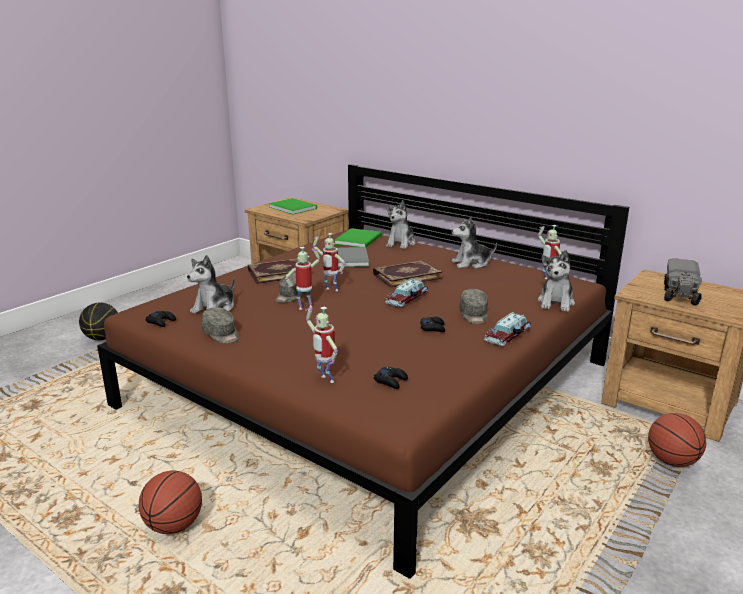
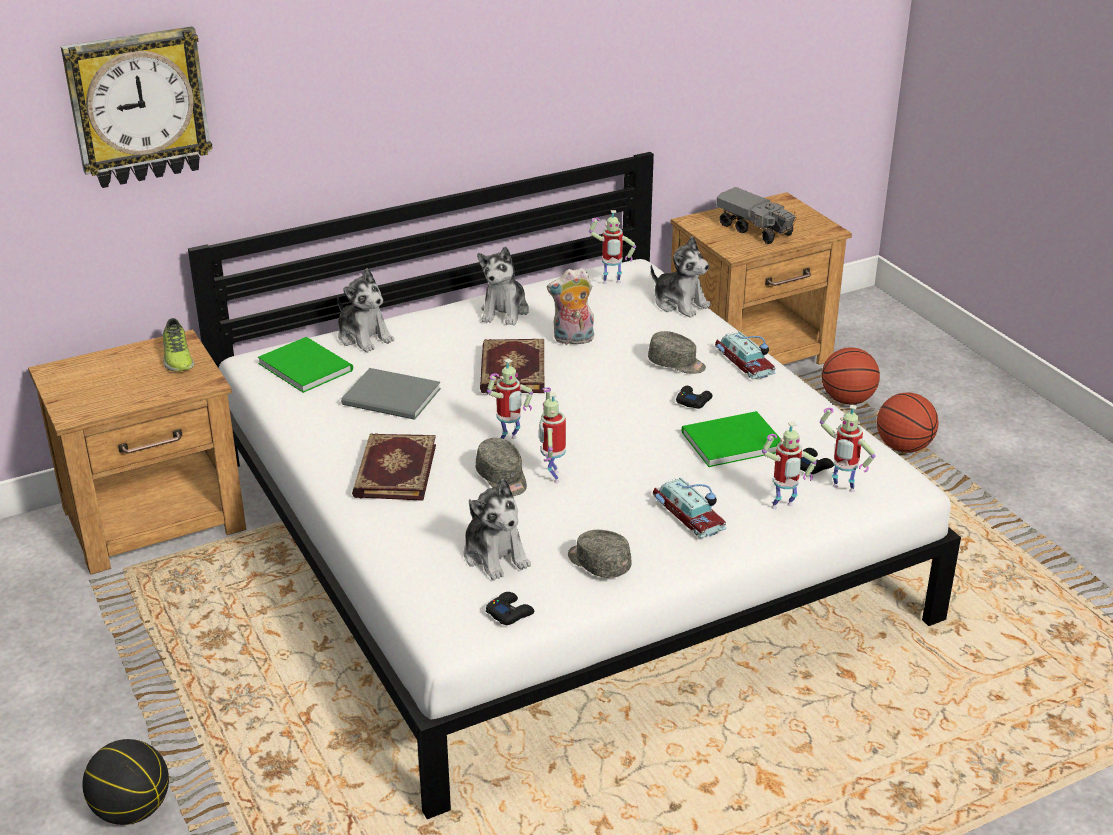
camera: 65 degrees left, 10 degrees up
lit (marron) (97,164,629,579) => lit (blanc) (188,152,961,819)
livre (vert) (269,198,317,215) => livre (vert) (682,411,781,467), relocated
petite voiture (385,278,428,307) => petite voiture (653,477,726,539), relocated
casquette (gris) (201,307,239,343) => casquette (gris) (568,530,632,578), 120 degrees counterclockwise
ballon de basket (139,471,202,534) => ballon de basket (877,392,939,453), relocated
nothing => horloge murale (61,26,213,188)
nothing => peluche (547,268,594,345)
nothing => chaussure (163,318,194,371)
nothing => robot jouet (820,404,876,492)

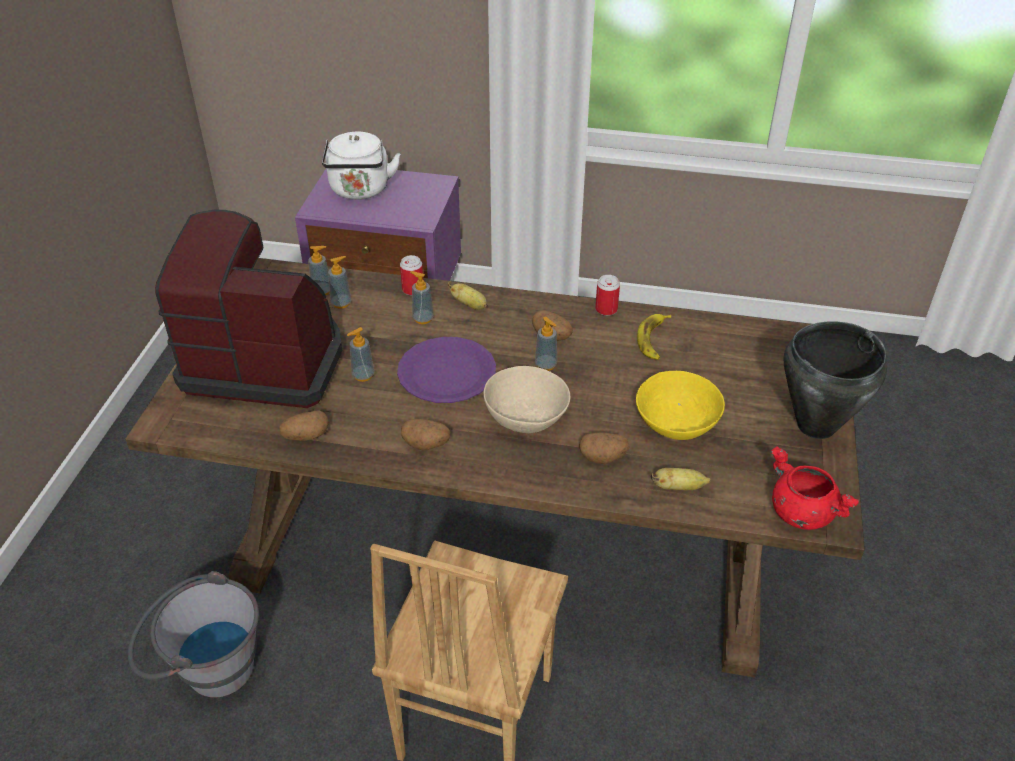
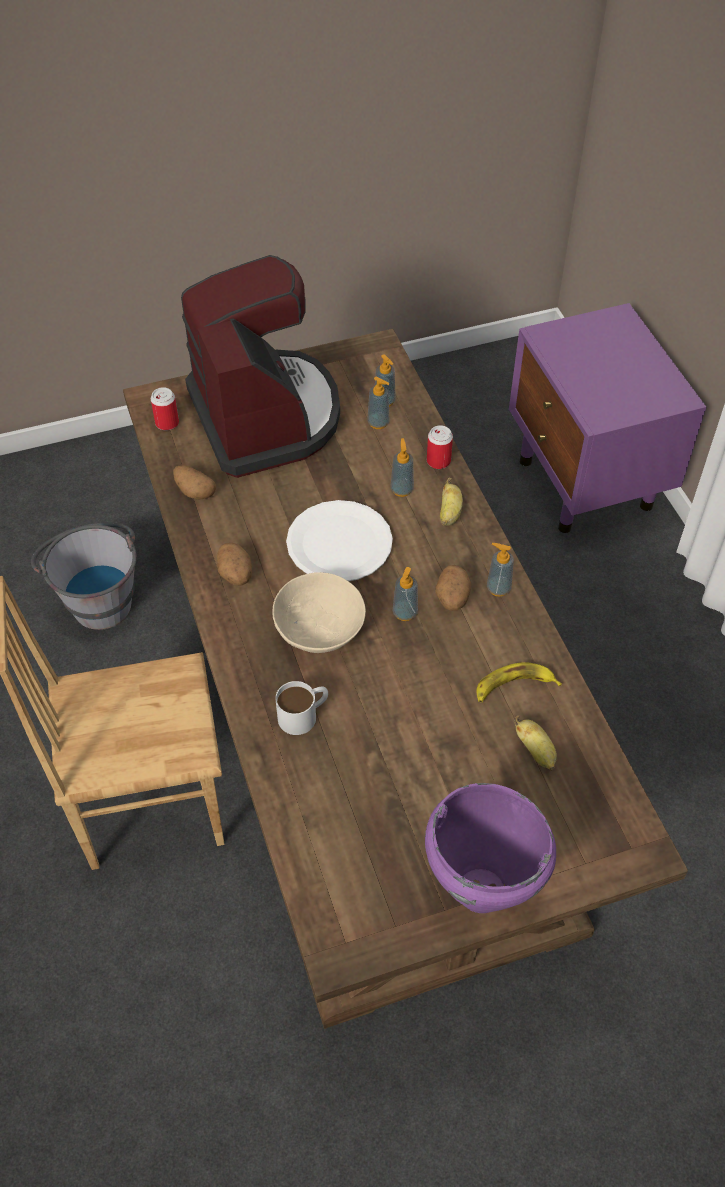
camera: 60 degrees right, 10 degrees up
bouilloire (blanc) (322,132,400,200) => nothing
boîte métallique (595,275,620,316) => boîte métallique (151,387,179,430), relocated
marmite (noir) (783,322,887,439) => marmite (violet) (425,783,556,913)
distributeur de savon (347,327,374,382) => distributeur de savon (487,543,514,597), relocated
assiette (violet) (397,337,496,403) => assiette (blanc) (286,500,393,581)
bol (jaune) (636,371,725,440) => nothing
pomme de terre (579,432,630,464) => mug (blanc) (275,681,328,735)
marmite (rouge) (771,446,860,530) => nothing
banane (651,468,711,490) => banane (514,715,557,771), relocated

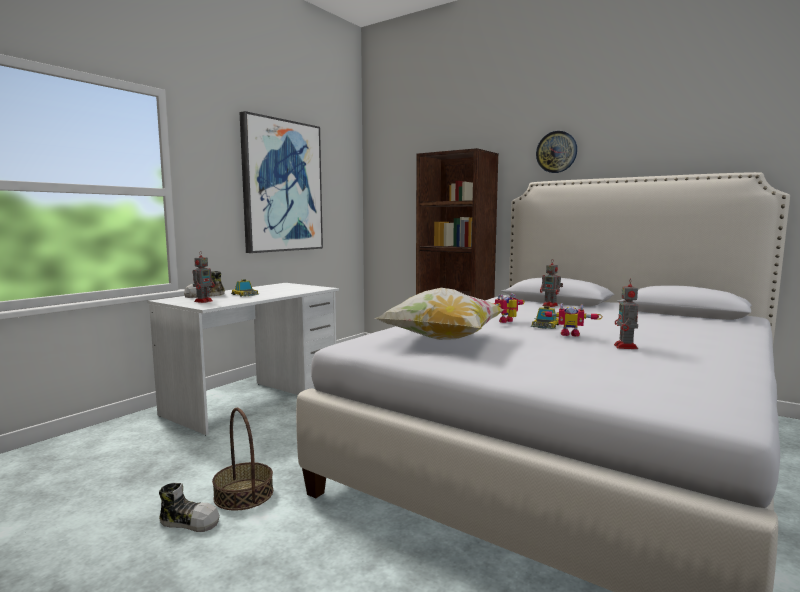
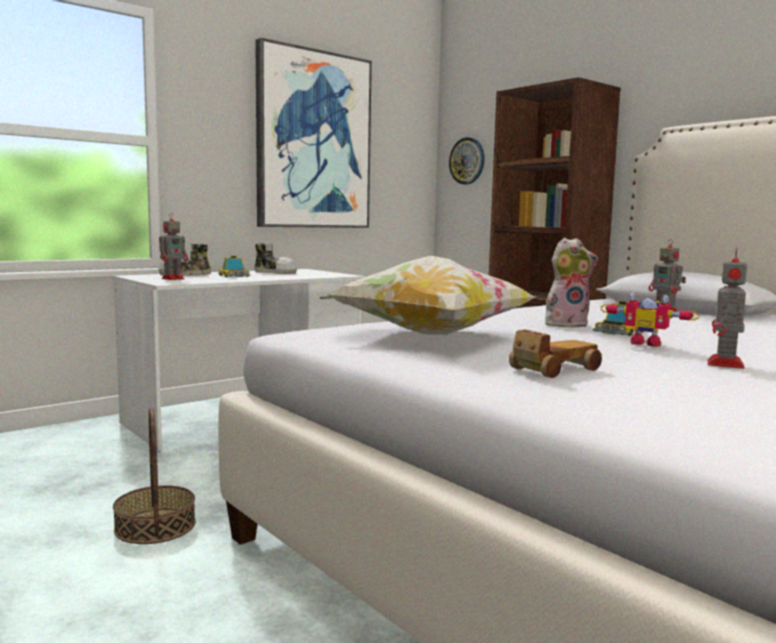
camera: 15 degrees right, 0 degrees up
horloge murale (536,131,577,173) => horloge murale (449,137,485,184), relocated
robot jouet (493,293,525,323) => peluche (545,237,598,328)
chaussure (159,483,220,532) => chaussure (254,243,297,274), relocated
nothing => petite voiture (509,330,602,378)

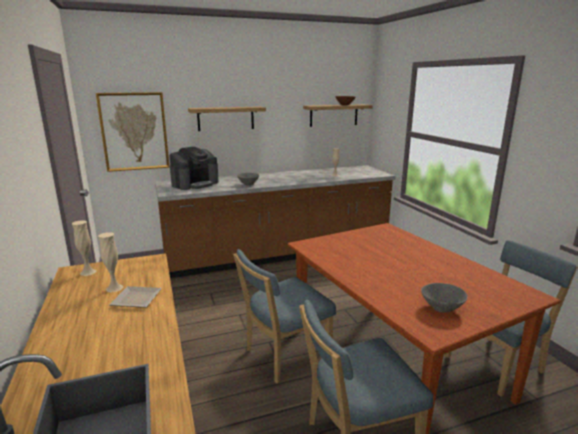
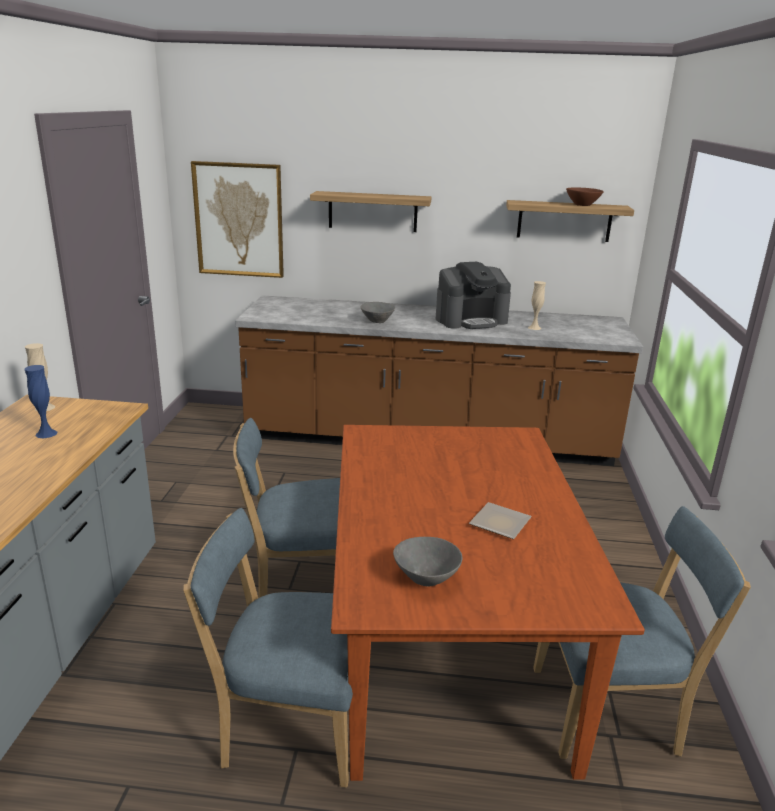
camera: 25 degrees right, 5 degrees up
machine à café (170,147,219,190) => machine à café (436,262,511,329), relocated
vase (beige) (98,232,123,292) => vase (bleu) (25,365,57,438)
assiette (109,286,162,308) => assiette (469,502,532,539), relocated

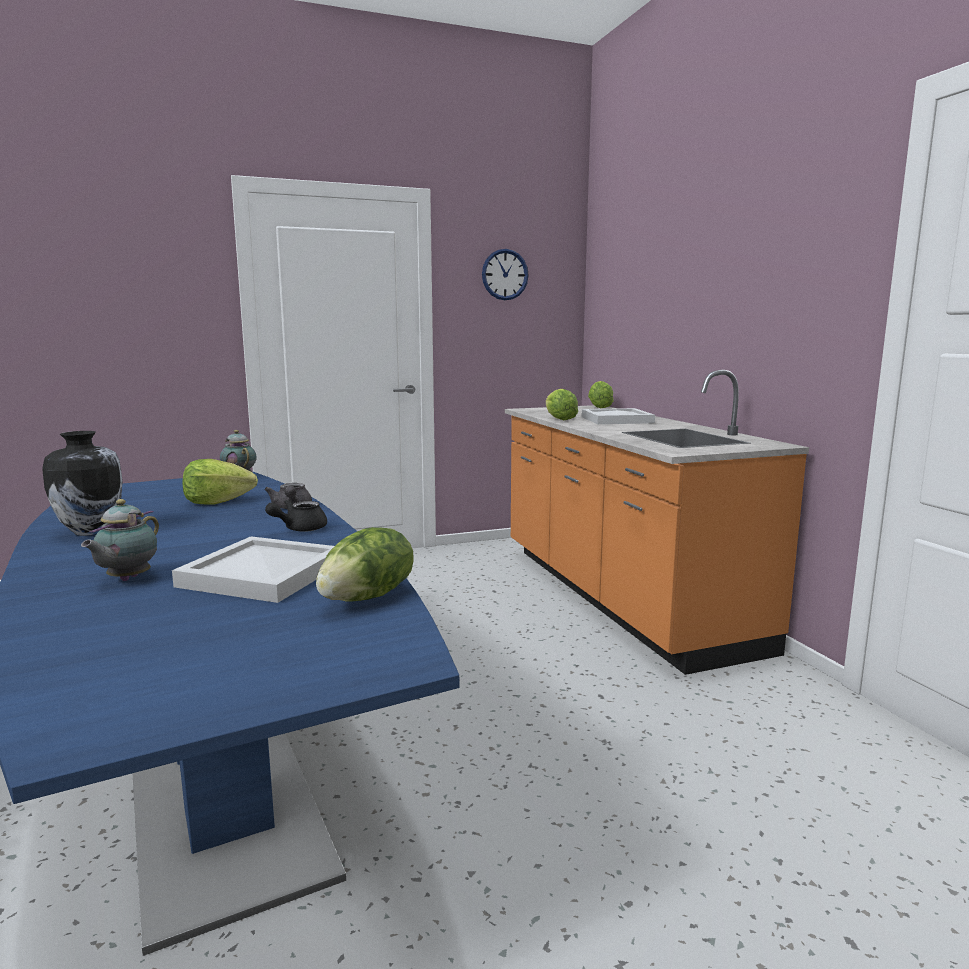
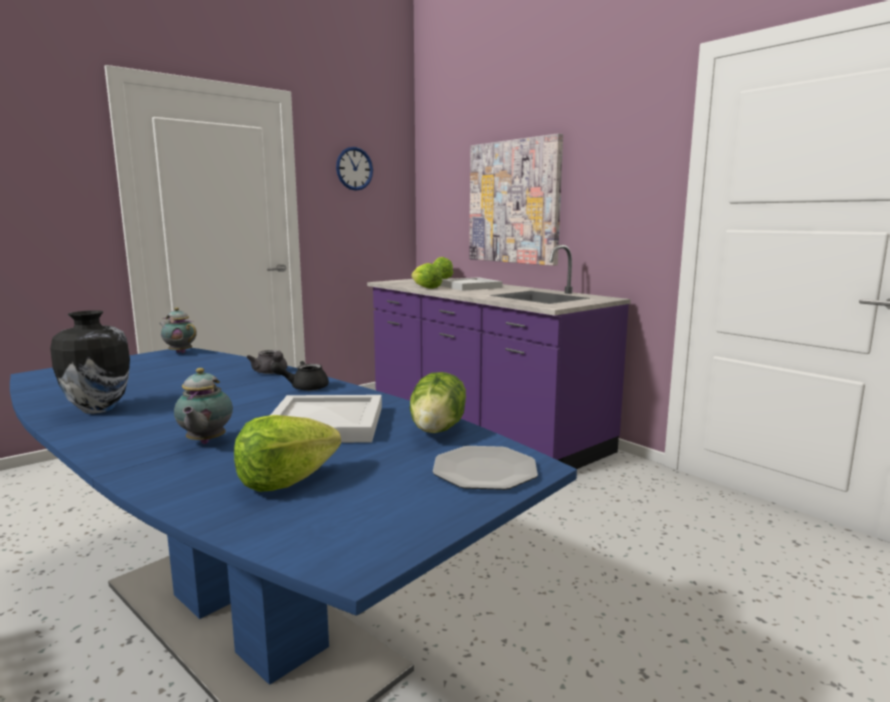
camera: 20 degrees left, 0 degrees up
comptoir de cuisine (orange) (505,370,809,675) => comptoir de cuisine (violet) (367,245,631,469)
laitue (182,459,258,505) => laitue (234,415,341,492), relocated
théière (noir) (265,500,327,532) => théière (noir) (271,361,329,391), 45 degrees clockwise
nothing => tableau (469,133,563,266)
nothing => assiette (433,446,538,490)

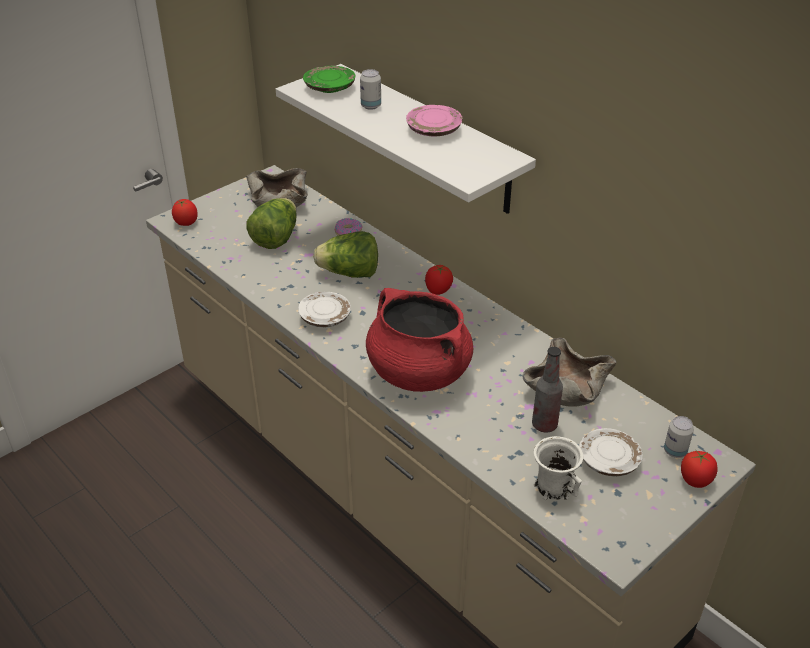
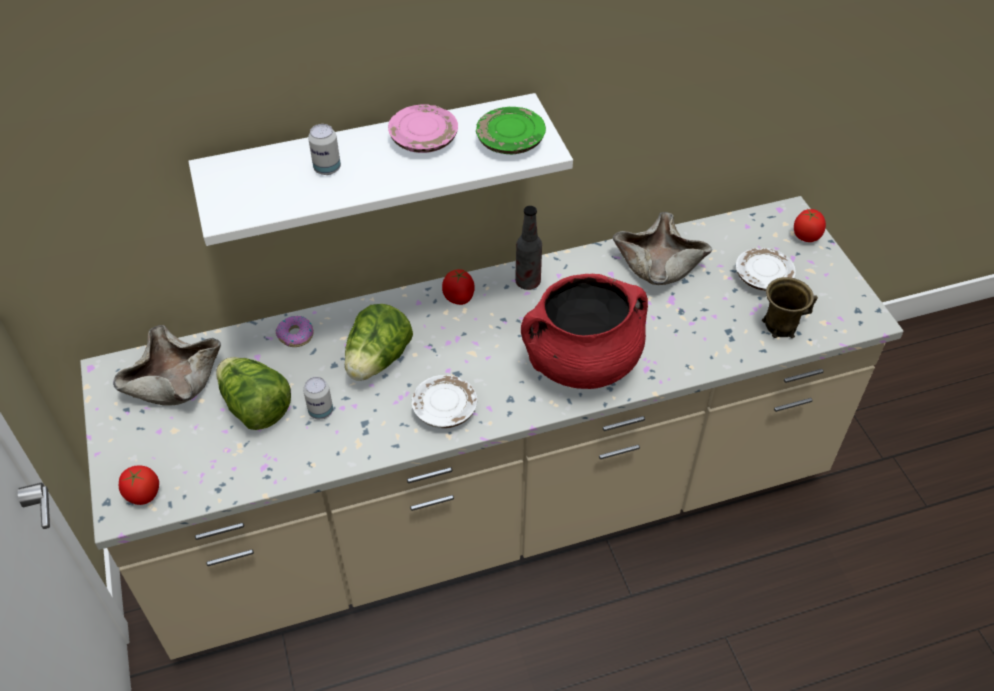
camera: 65 degrees left, 10 degrees up
assiette (vert) (303,66,356,93) => assiette (vert) (476,107,546,154), relocated
bouteille (532,347,563,432) => bouteille (515,206,542,290), relocated
boîte métallique (664,416,694,458) => boîte métallique (303,377,333,419), relocated
mug (blanc) (533,436,583,500) => mug (marron) (762,277,818,338)

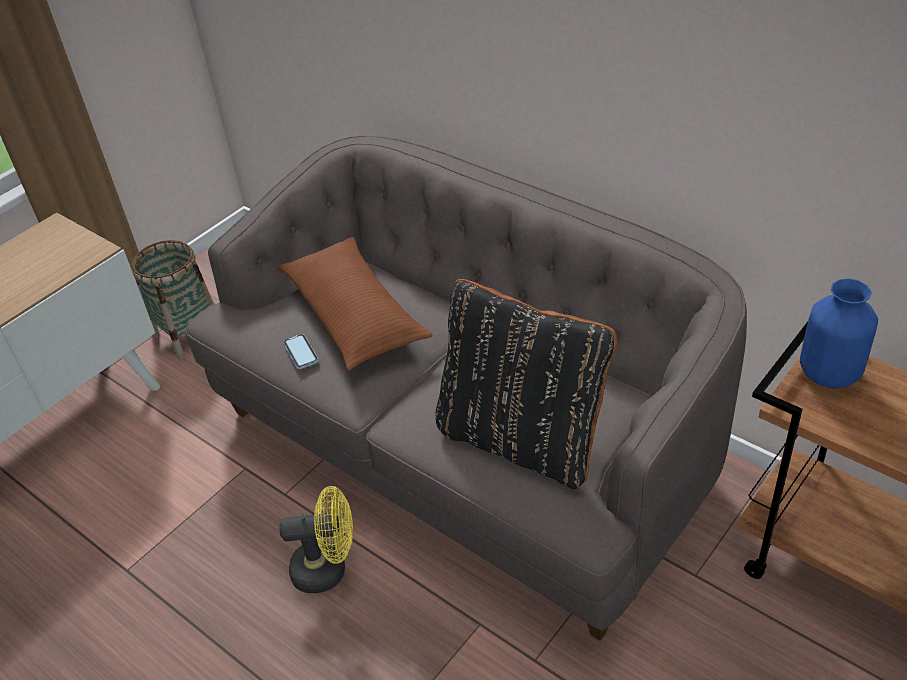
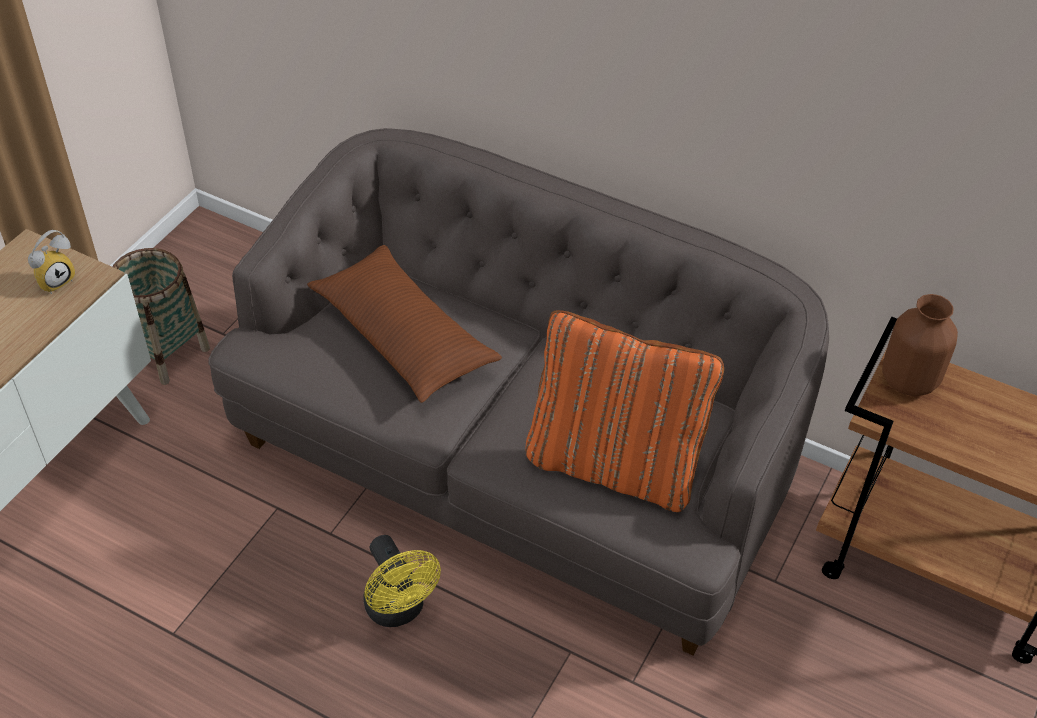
camera: 15 degrees left, 5 degrees up
vase (bleu) (800,278,878,388) => vase (marron) (882,294,958,396)
coussin (noir) (436,279,617,489) => coussin (orange) (525,310,724,512)
téléphone (283,334,319,369) => nothing
ventilateur (jaune) (280,486,353,593) => ventilateur (jaune) (363,535,441,627), 75 degrees clockwise
nothing => réveil (28,230,75,294)

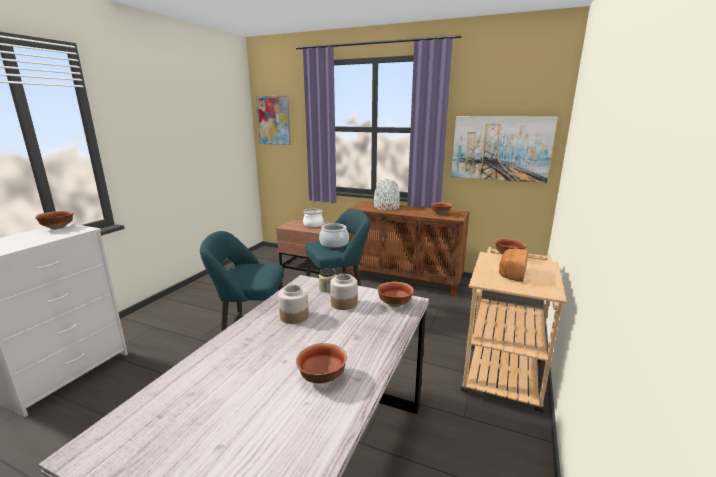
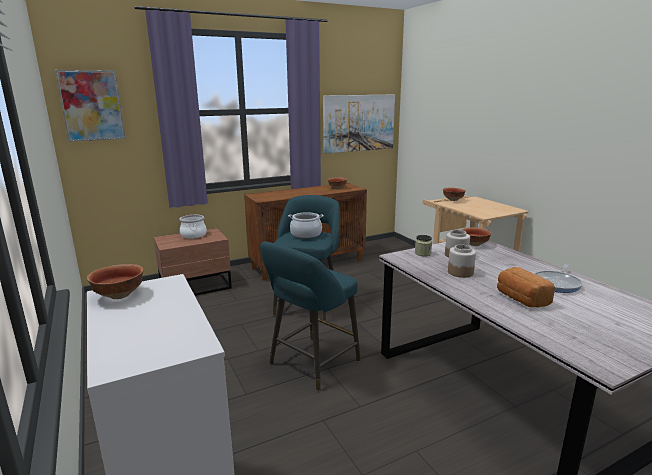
camera: 50 degrees left, 0 degrees up
vase (blanc) (374,179,400,210) => nothing
pain (499,248,529,282) => pain (497,267,555,308), relocated
bol (296,343,347,384) => poêle (535,264,583,293)

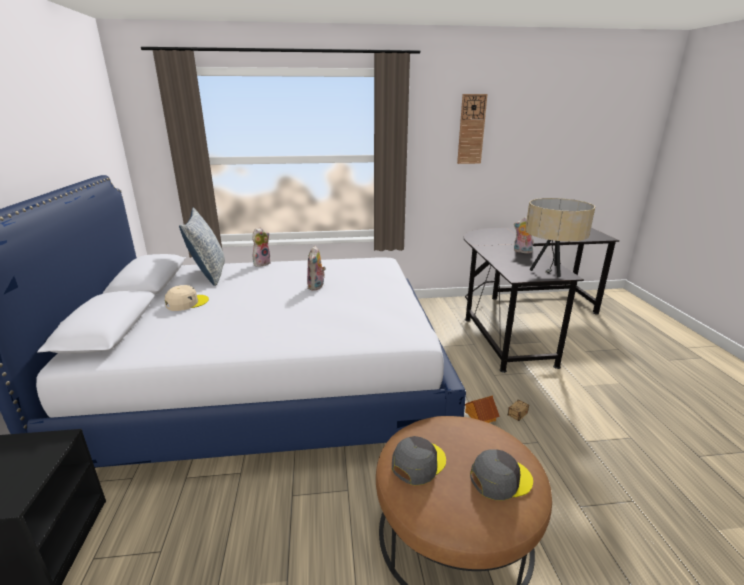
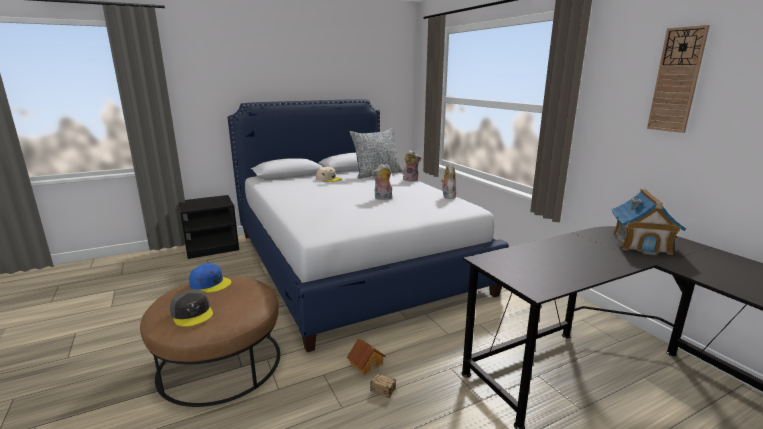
camera: 70 degrees right, 5 degrees down
lampe de table (beige) (525,198,595,277) => nothing
peluche (514,217,534,253) => peluche (441,162,456,199), relocated
casquette (gris) (392,436,446,485) => casquette (bleu) (189,263,231,293)
nothing => maison miniature (611,189,686,255)

